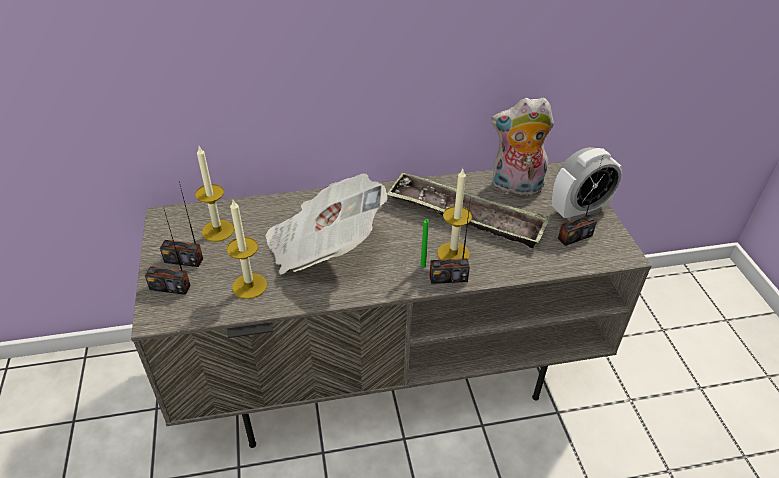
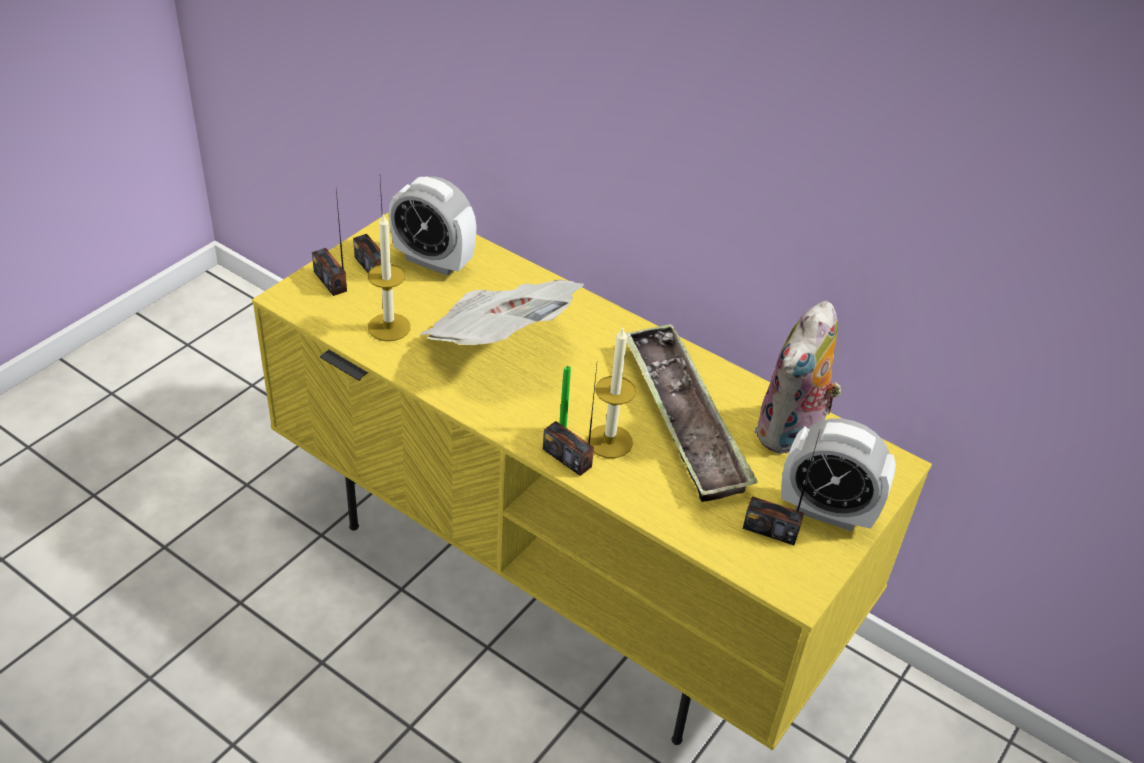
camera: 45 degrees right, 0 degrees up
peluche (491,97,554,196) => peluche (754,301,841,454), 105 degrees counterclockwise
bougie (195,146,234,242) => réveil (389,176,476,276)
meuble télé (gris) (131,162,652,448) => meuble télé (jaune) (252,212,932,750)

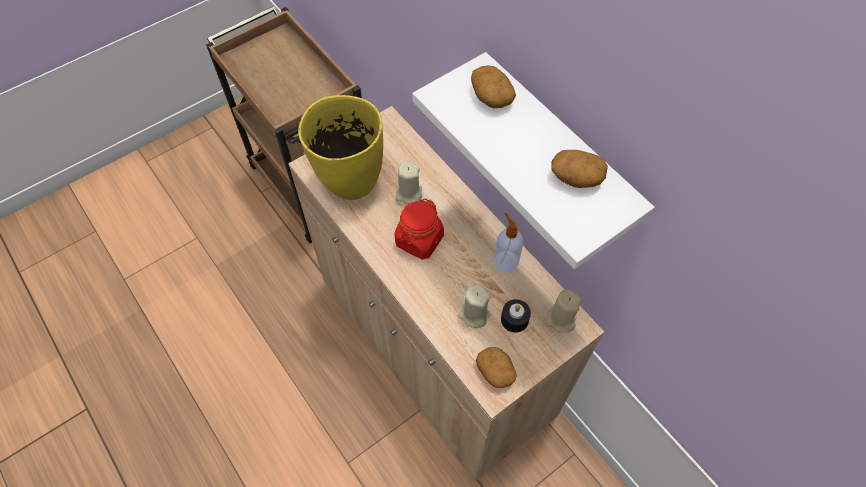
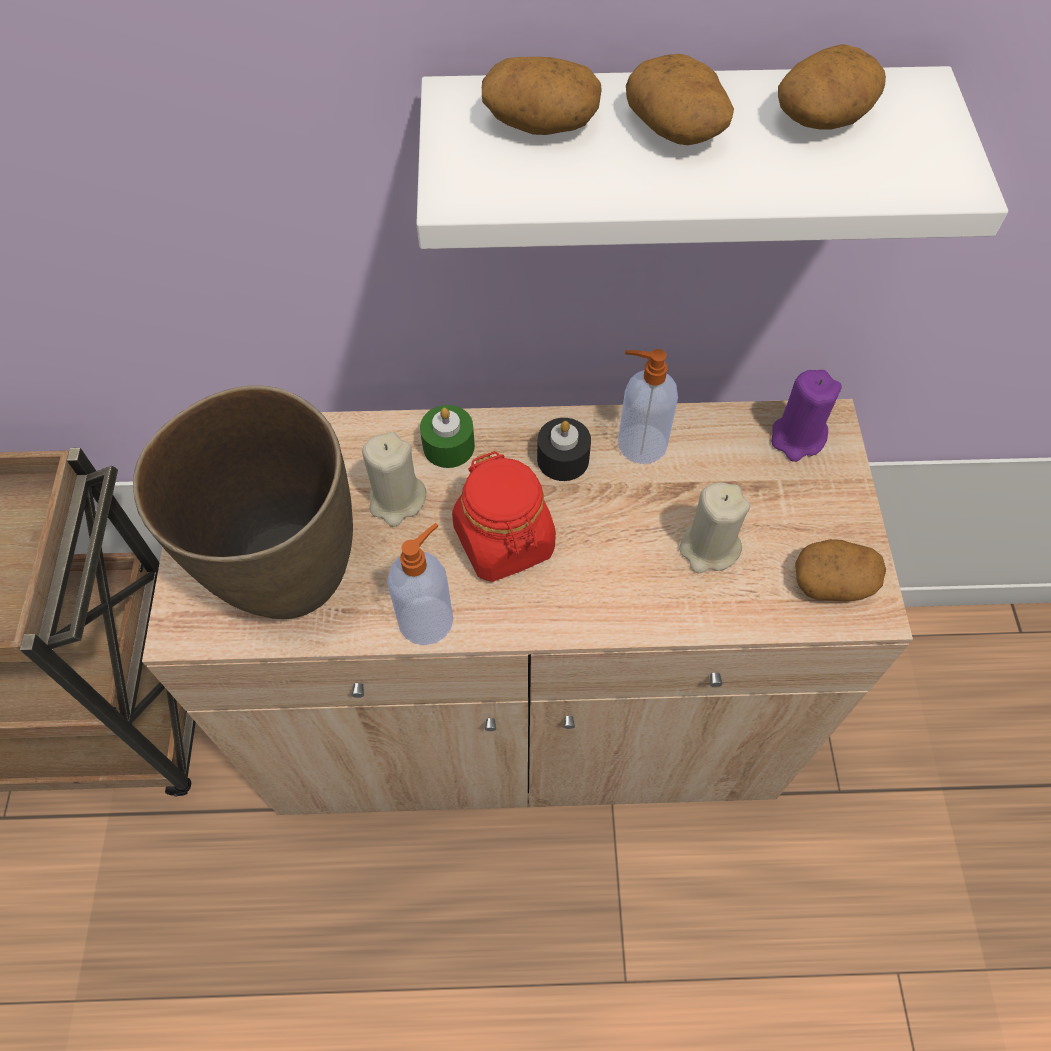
camera: 55 degrees left, 0 degrees up
vase (jaune) (298,95,383,200) => vase (marron) (133,385,353,619)
bougie (beige) (546,290,582,333) => bougie (violet) (771,370,842,462)
bougie (noir) (501,299,531,333) => bougie (noir) (537,418,591,481), relocated
nothing => pomme de terre (626,54,734,145)
nothing => bougie (vert) (420,405,475,468)
nothing => distributeur de savon (387,523,453,645)

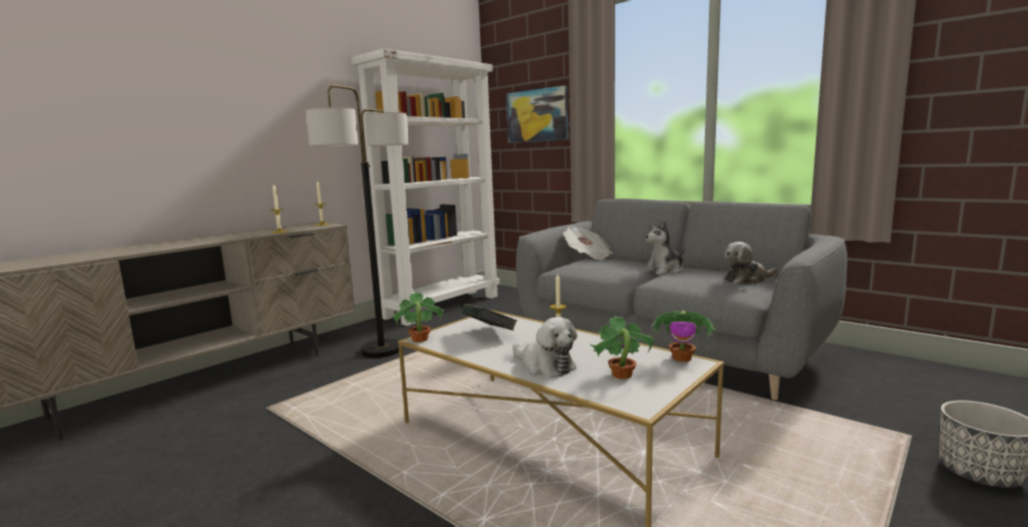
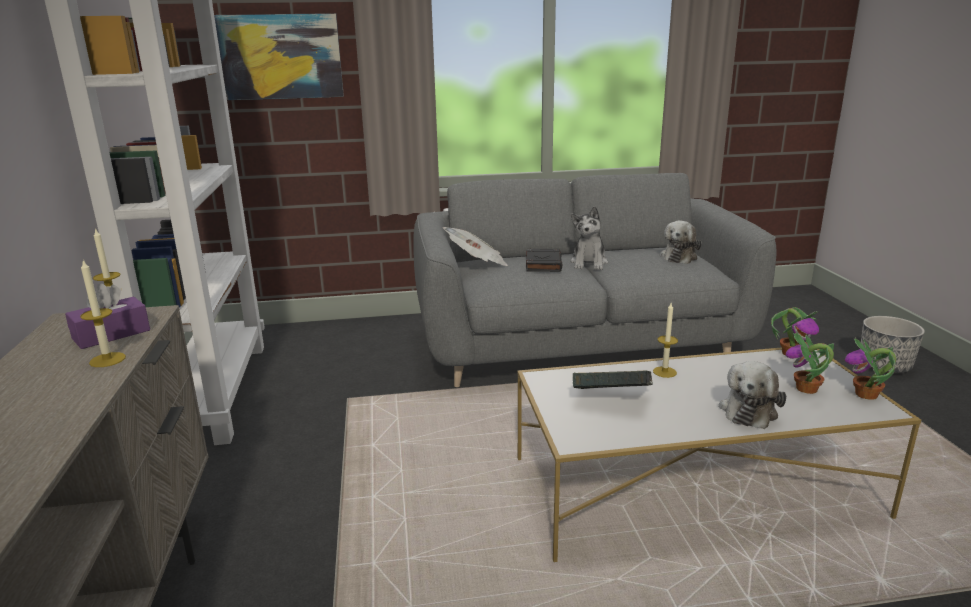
camera: 50 degrees left, 10 degrees up
lampadaire (306,85,409,358) => nothing
plante en pot (391,292,444,342) => plante en pot (845,338,896,400), relocated
peluche (513,317,577,377) => peluche (719,361,786,429), 120 degrees clockwise
nothing => livre (noir) (526,249,562,272)
nothing => boîte à mouchoirs (violet) (65,283,150,349)

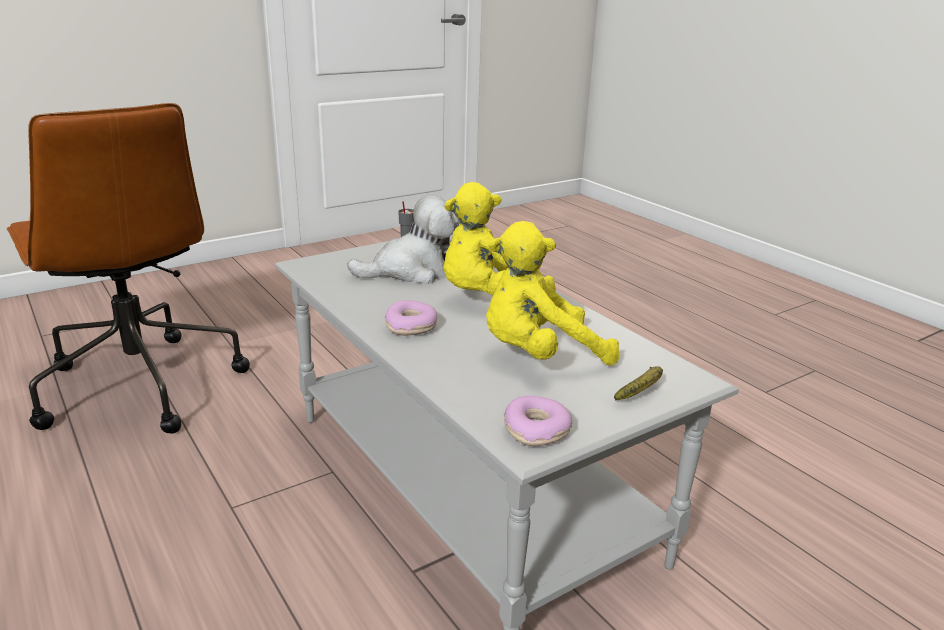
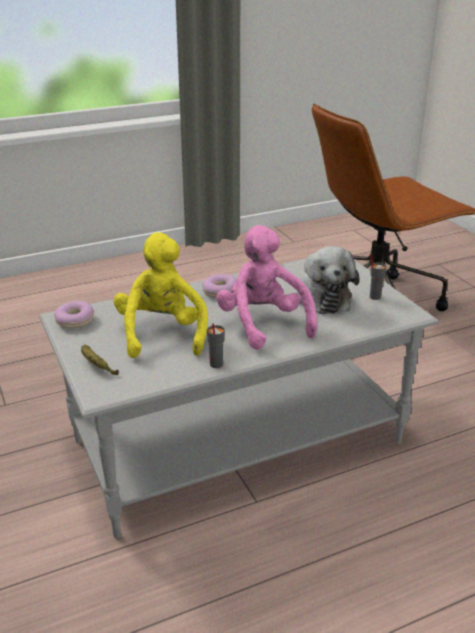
camera: 100 degrees right, 5 degrees up
peluche (jaune) (444,182,556,295) => peluche (rose) (216,225,317,350)
nothing => tasse (gris) (207,323,225,368)

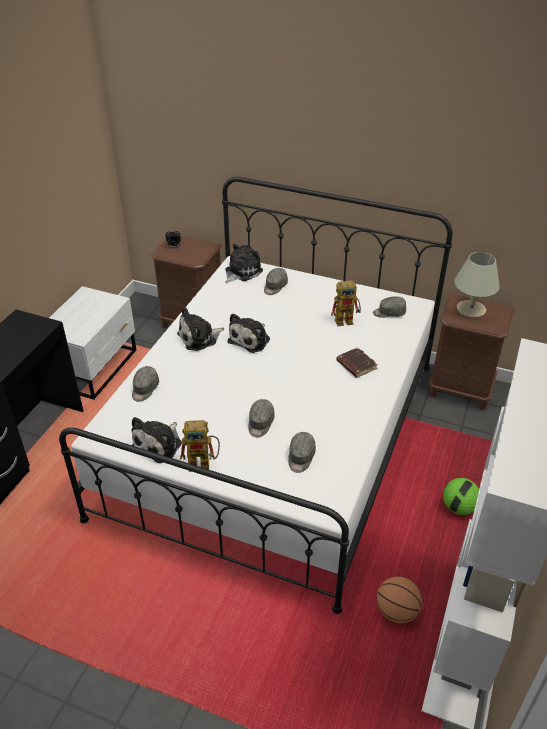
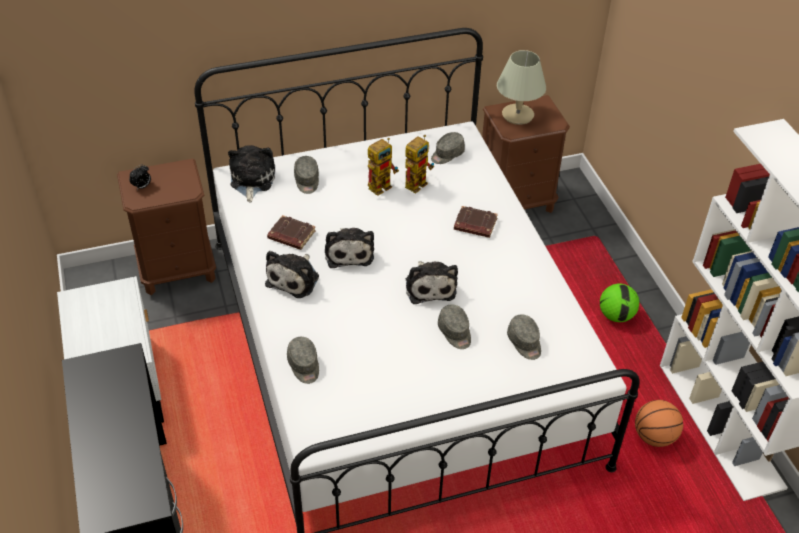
camera: 40 degrees left, 5 degrees up
peluche (131,417,182,463) => peluche (406,261,458,304), relocated
robot jouet (180,420,220,472) => robot jouet (368,138,399,196), relocated
nothing => livre (marron) (267,215,316,250)

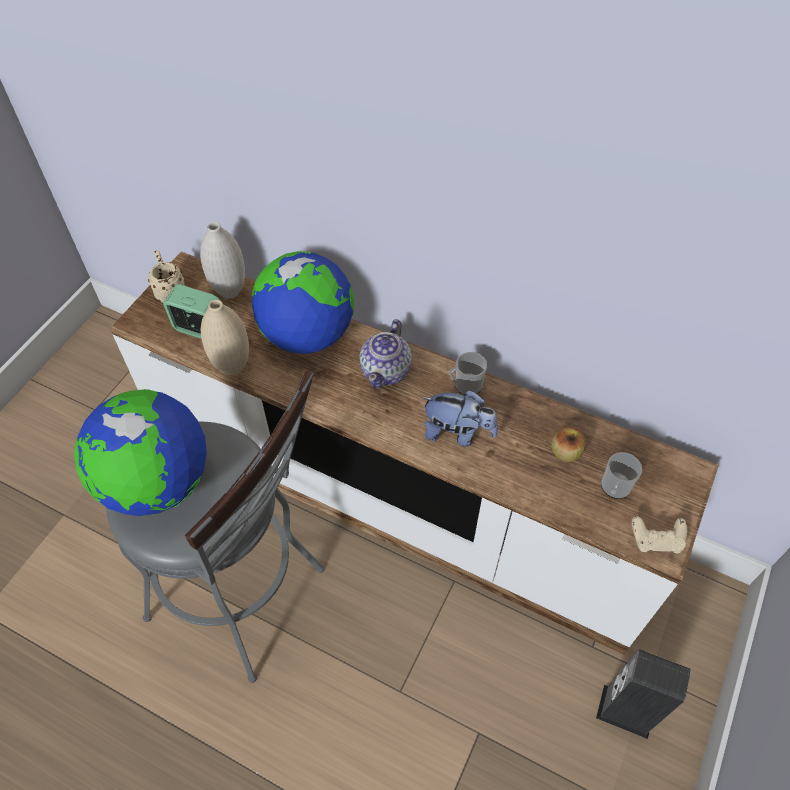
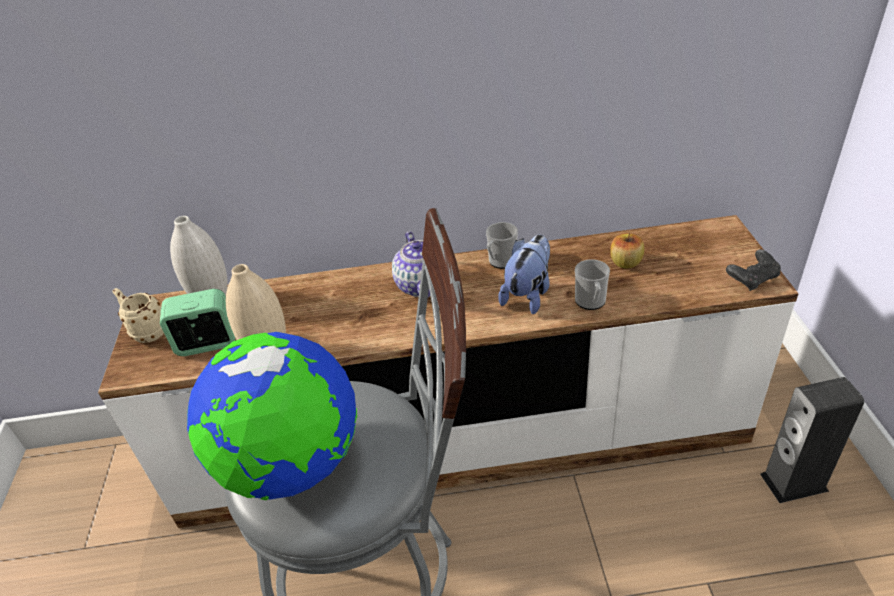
camera: 30 degrees left, 15 degrees down
globe (252,251,354,354) => nothing
peluche (422,390,498,447) => peluche (498,234,550,314), 45 degrees counterclockwise
mug (601,452,642,499) => mug (575,259,610,310), relocated
manette (beige) (632,516,687,553) => manette (noir) (726,249,781,291)

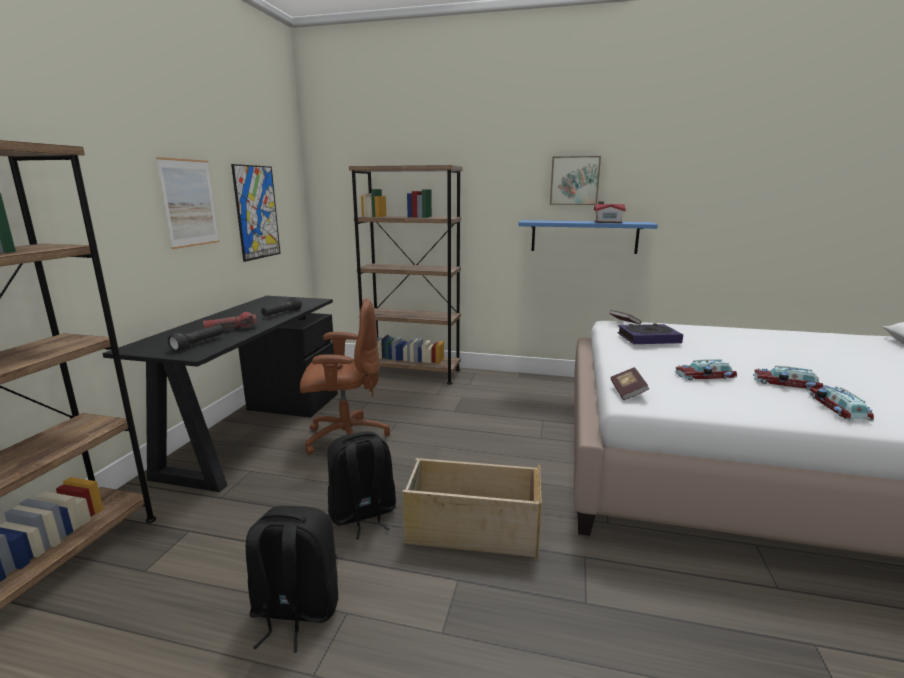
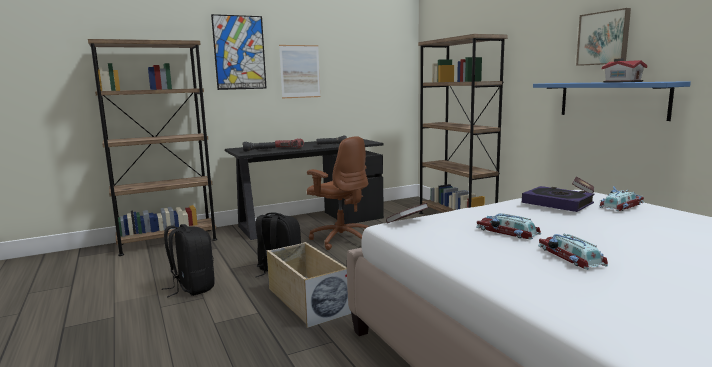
camera: 50 degrees right, 5 degrees down
tableau (231,164,281,262) => tableau (211,14,267,90), relocated
petite voiture (808,385,874,422) => petite voiture (600,186,644,211), relocated

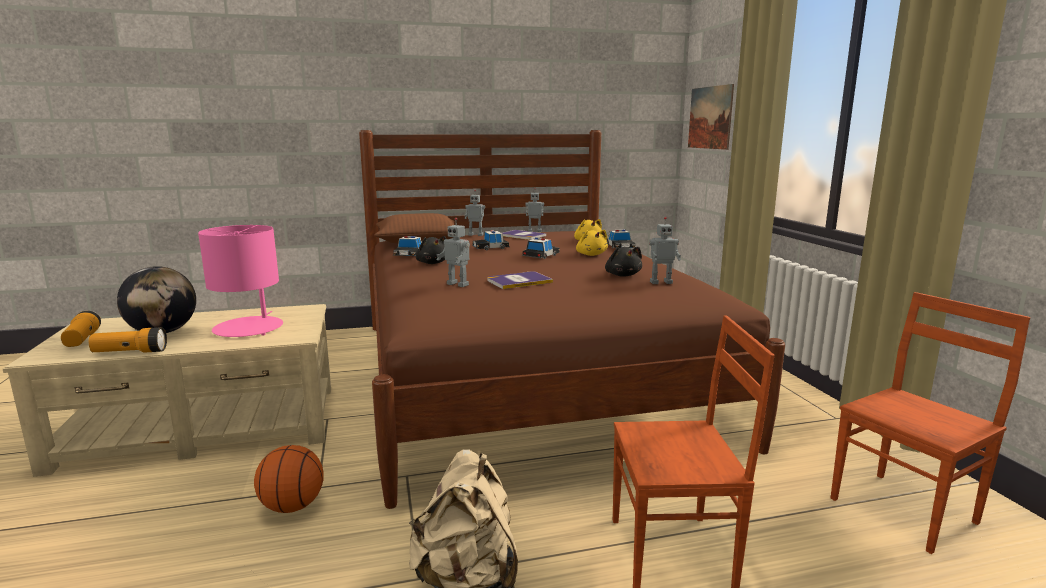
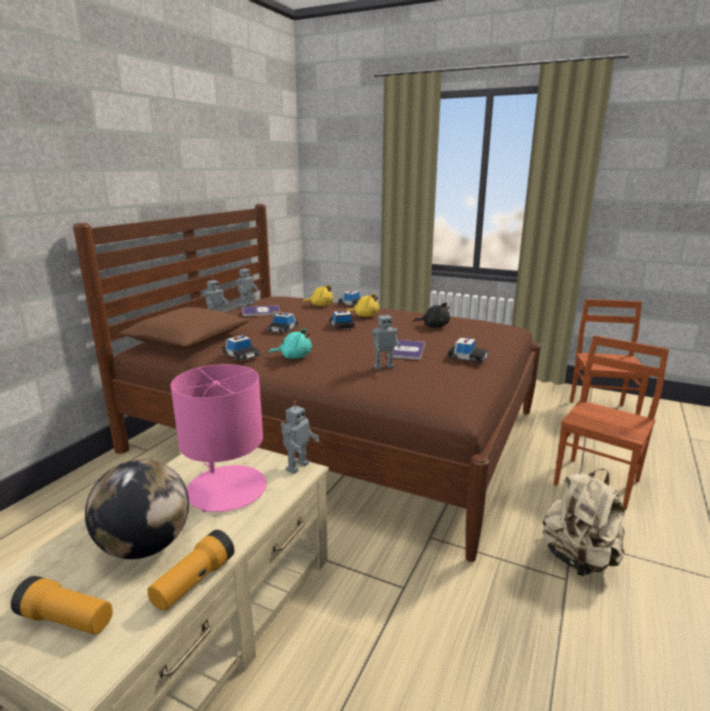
camera: 50 degrees left, 5 degrees up
tableau (688,84,734,150) => nothing
robot jouet (649,217,681,284) => robot jouet (281,401,319,474), relocated
peluche (noir) (415,236,446,264) => peluche (turquoise) (269,328,312,359)
ballon de basket (254,445,324,513) => nothing
nothing => petite voiture (447,338,489,363)

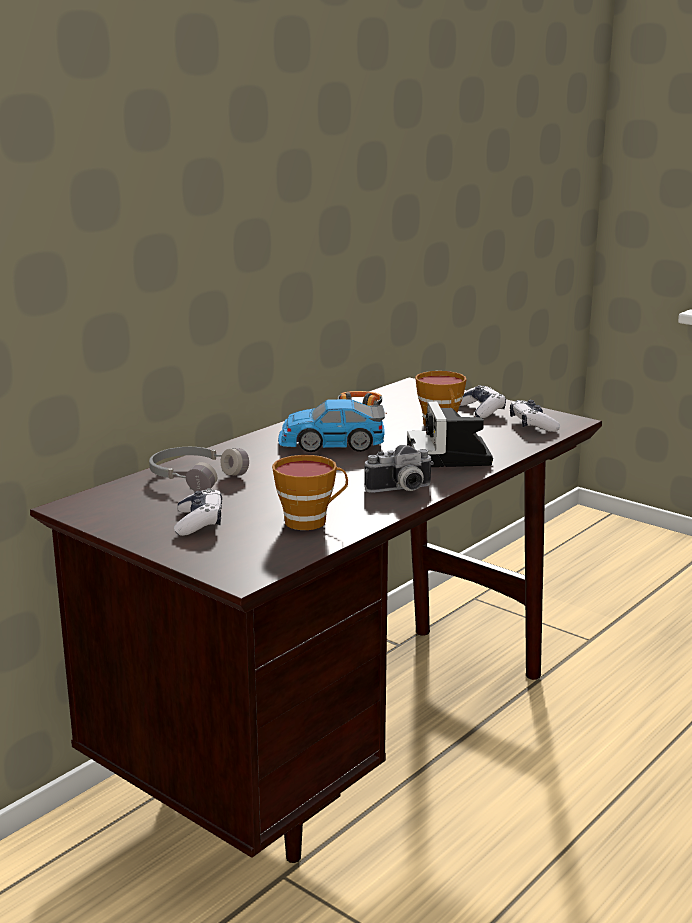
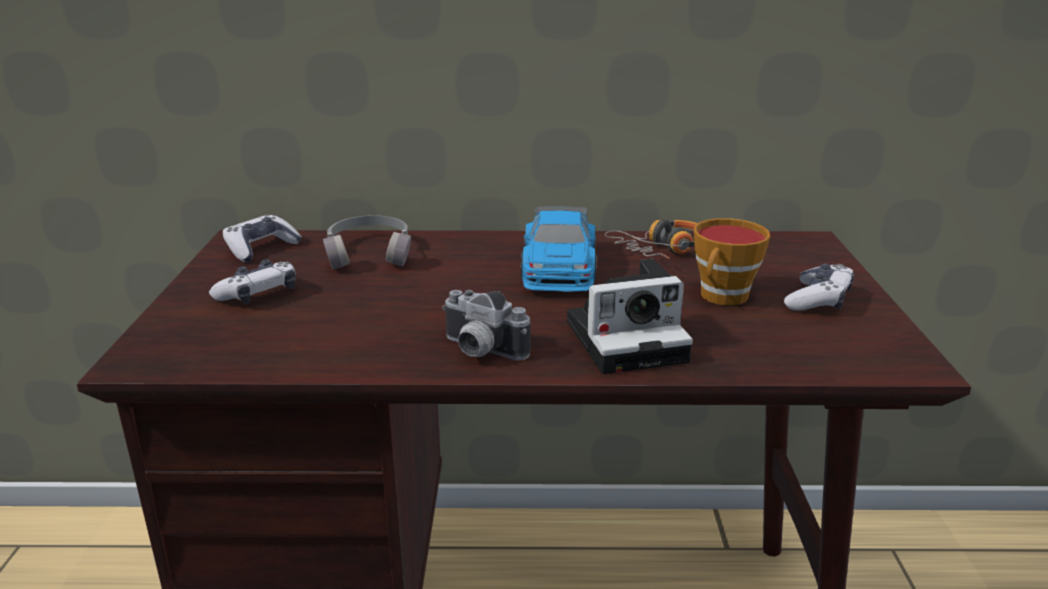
camera: 50 degrees right, 5 degrees up
petite voiture (278,399,385,452) => petite voiture (520,206,597,292), 135 degrees counterclockwise
manette (510,400,560,432) => manette (223,215,302,262), relocated
appareil photo (407,401,493,467) => appareil photo (567,259,693,374), 150 degrees counterclockwise
tasse (272,455,348,530) => nothing

